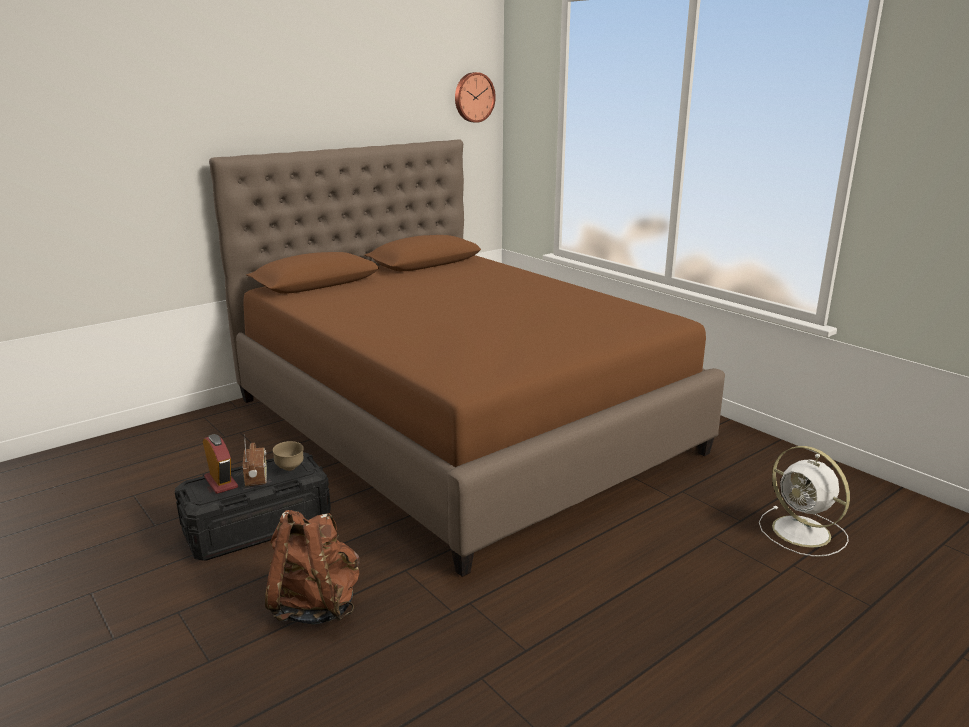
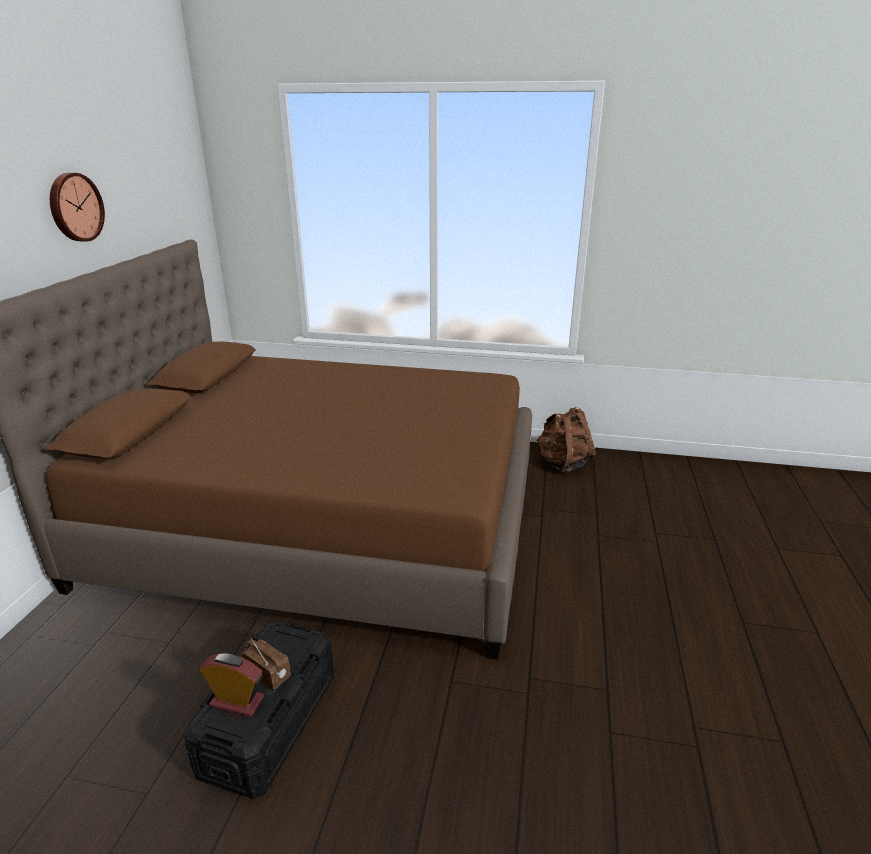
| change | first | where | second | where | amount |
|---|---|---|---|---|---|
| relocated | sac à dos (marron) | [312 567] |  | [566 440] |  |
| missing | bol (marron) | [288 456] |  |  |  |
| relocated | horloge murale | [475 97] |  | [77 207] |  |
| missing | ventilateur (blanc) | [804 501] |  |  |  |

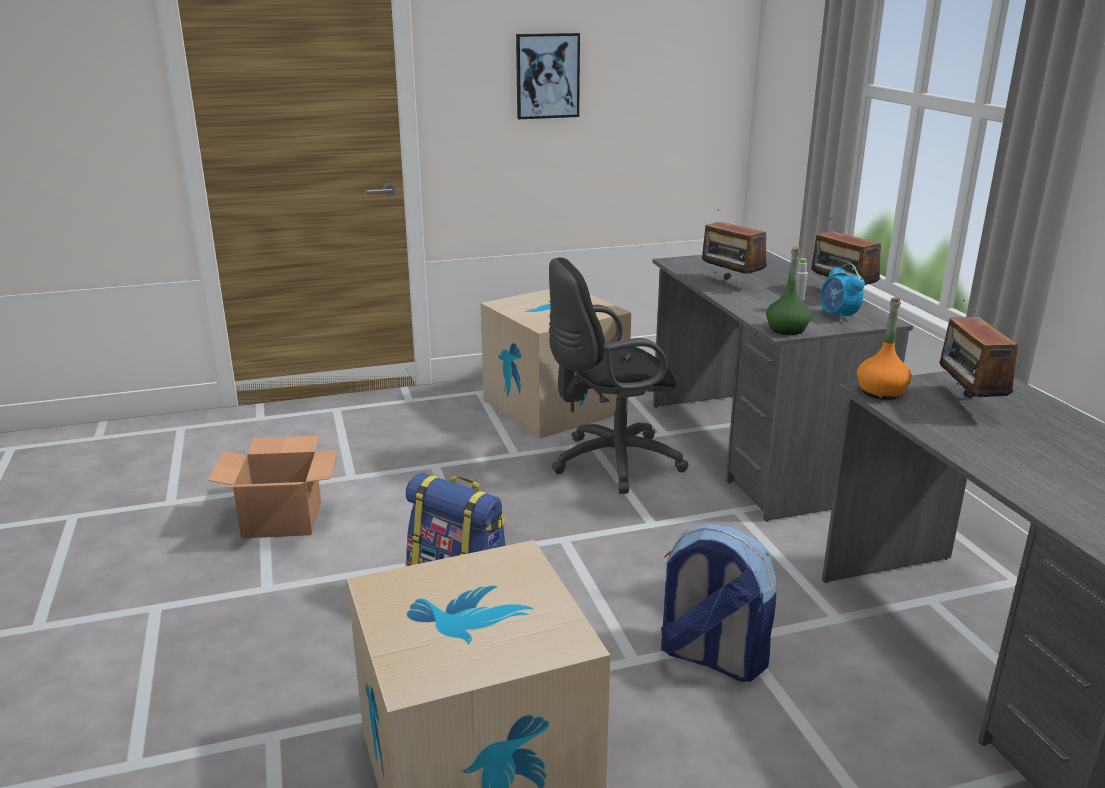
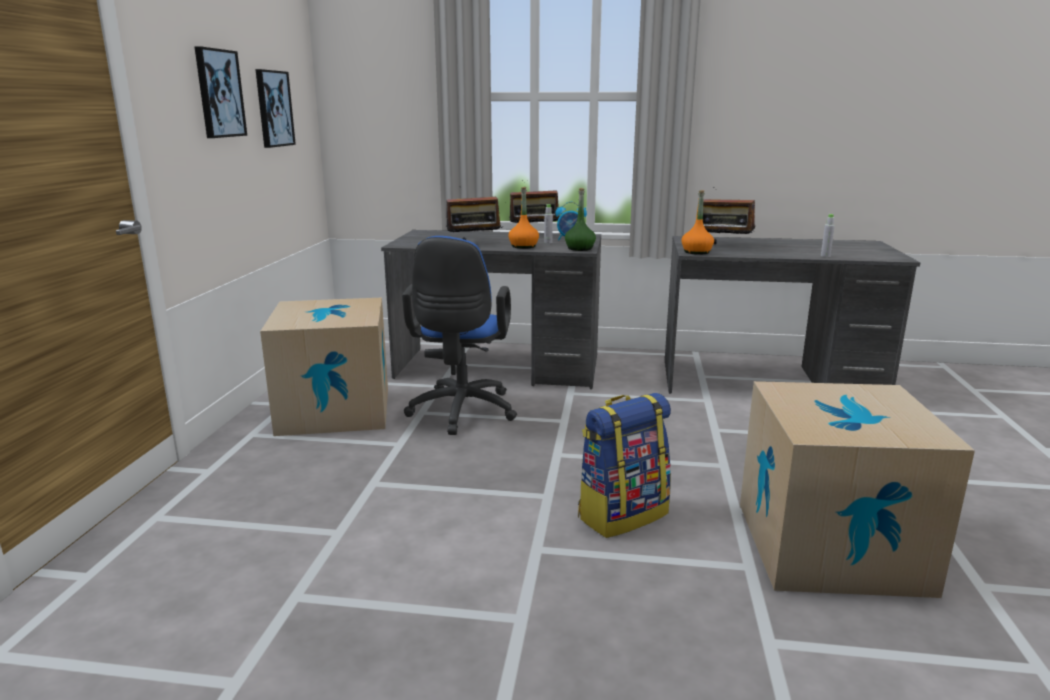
| change | first | where | second | where | amount |
|---|---|---|---|---|---|
| missing | carton | [273 487] |  |  |  |
| colour | chaise de bureau (noir) | [618 375] | chaise de bureau (bleu) | [459 335] |  |
| missing | sac à dos | [718 603] |  |  |  |
| appeared |  |  | tableau | [275 108] |  |
| appeared |  |  | bouteille (orange) | [524 218] |  |
| appeared |  |  | bouteille (gris) | [828 235] |  |

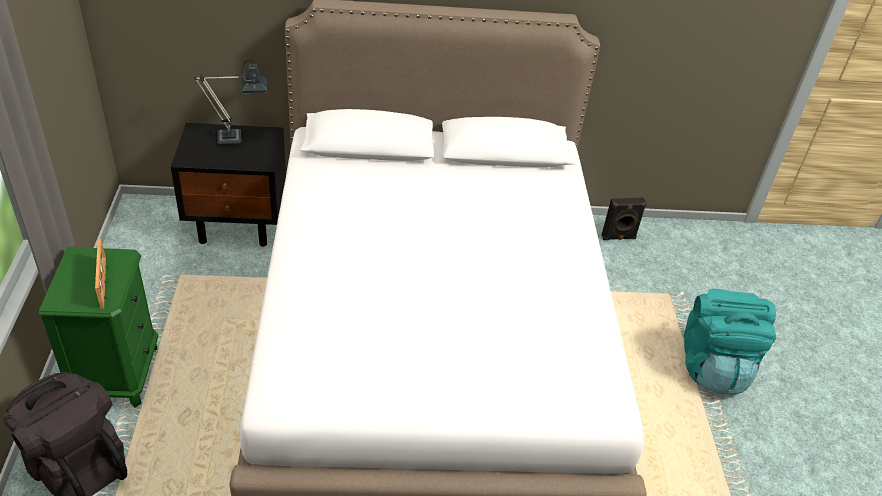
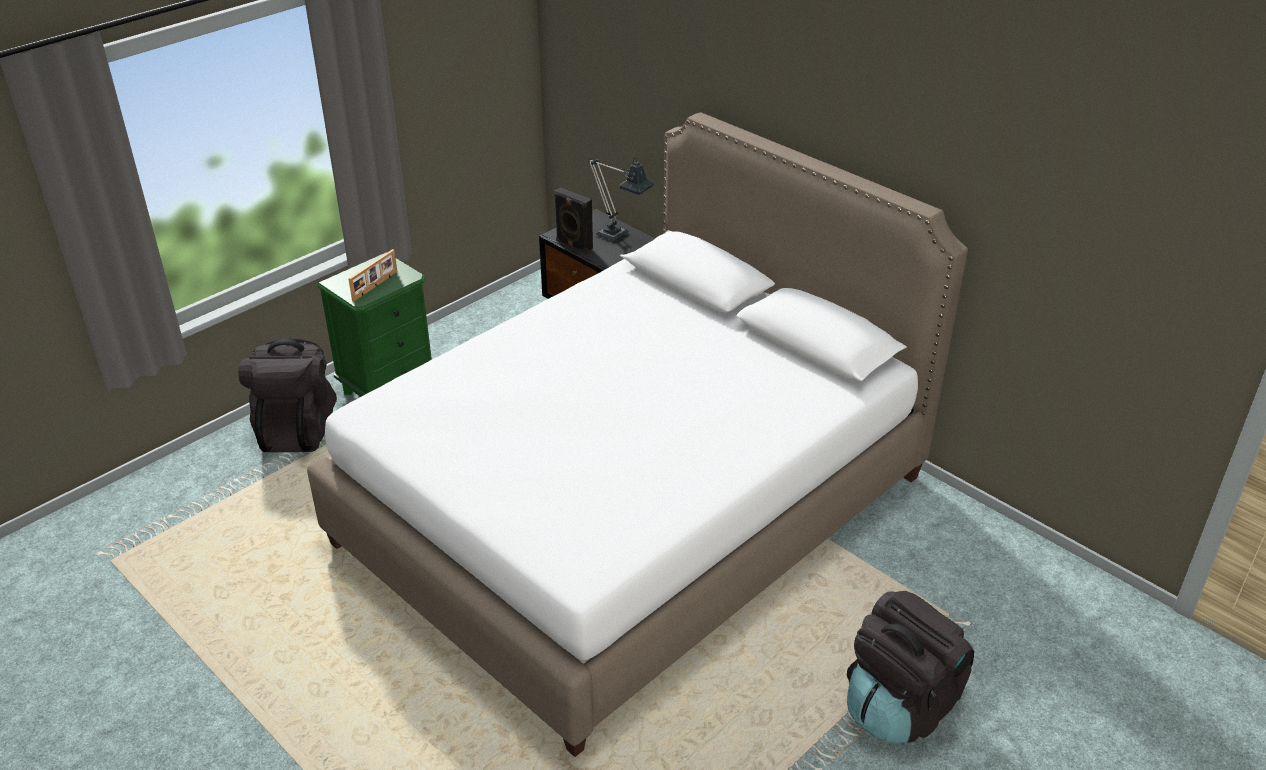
| change | first | where | second | where | amount |
|---|---|---|---|---|---|
| relocated | enceinte (noir) | [624 219] |  | [573 220] |  |
| colour | sac à dos (turquoise) | [730 341] | sac à dos (noir) | [910 667] |  |

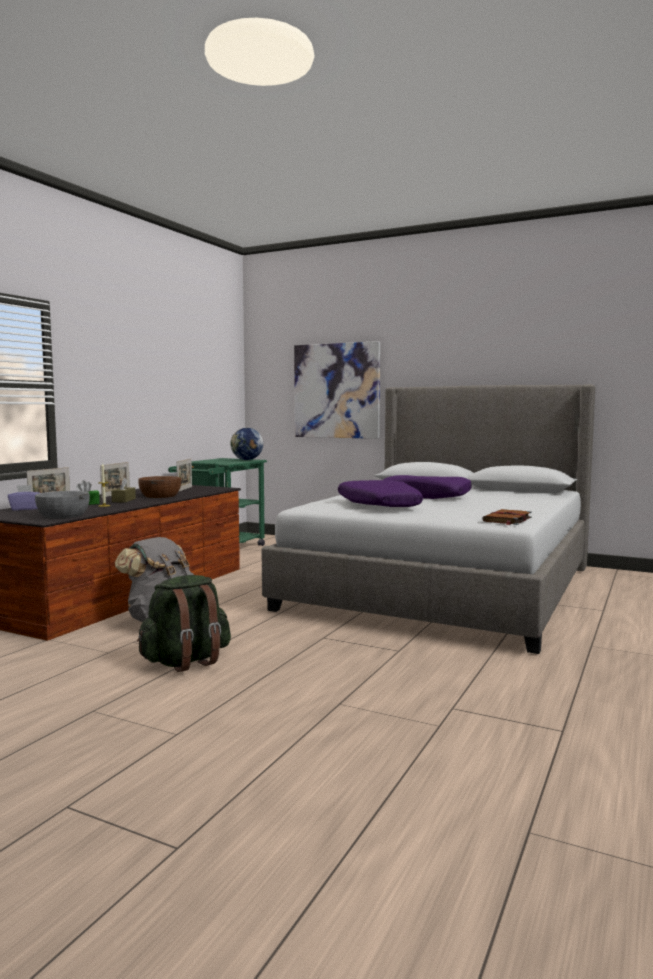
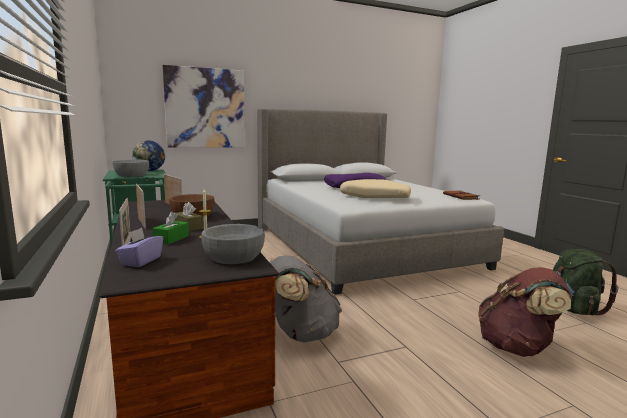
| change | first | where | second | where | amount |
|---|---|---|---|---|---|
| relocated | sac à dos (vert) | [184 623] |  | [585 282] |  |
| colour | coussin (violet) | [380 493] | coussin (beige) | [375 188] |  |
| appeared |  |  | bol (gris) | [131 168] |  |
| appeared |  |  | sac à dos (marron) | [525 312] |  |

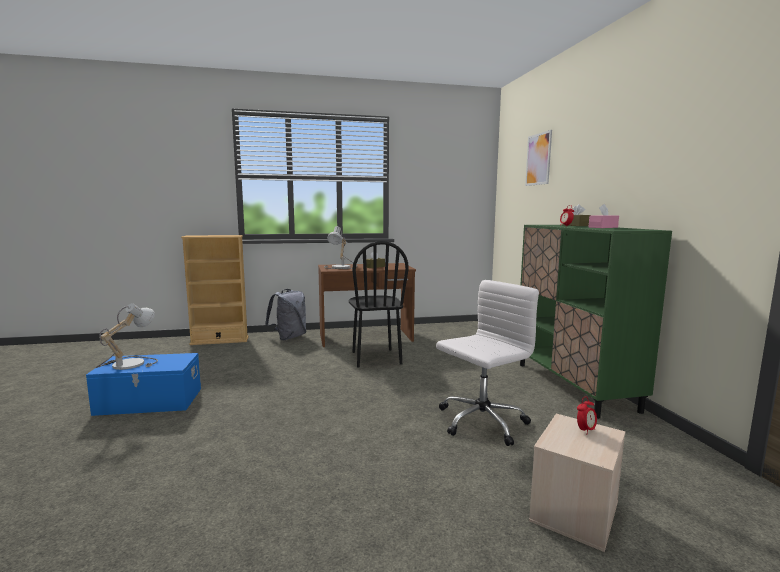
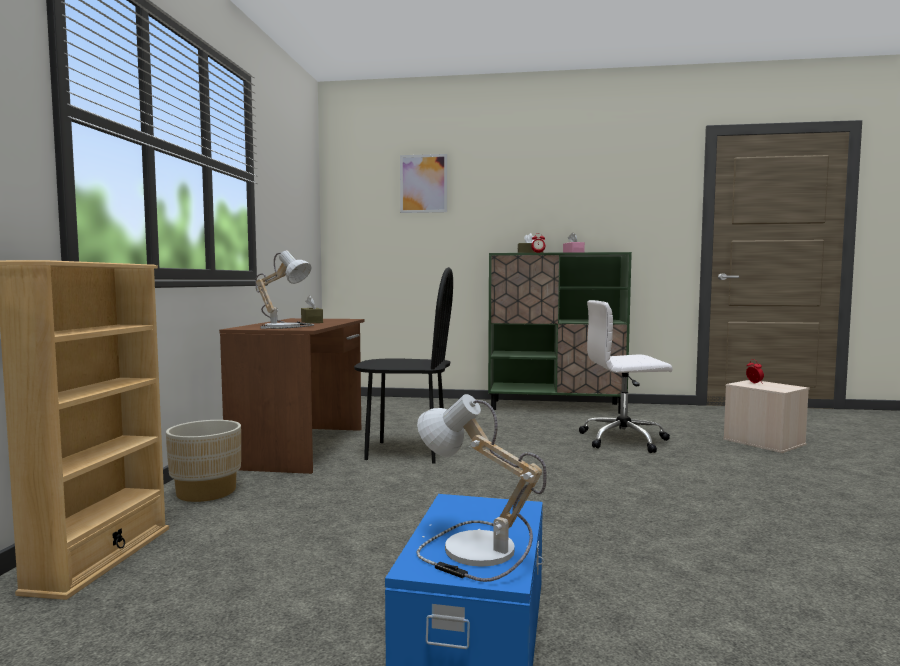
| change | first | where | second | where | amount |
|---|---|---|---|---|---|
| exchanged | sac à dos (gris) | [285 314] | cache-pot (beige) | [203 461] |  |
| spun | chaise de bureau (blanc) | [487 363] |  | [625 376] | 75 degrees counterclockwise |

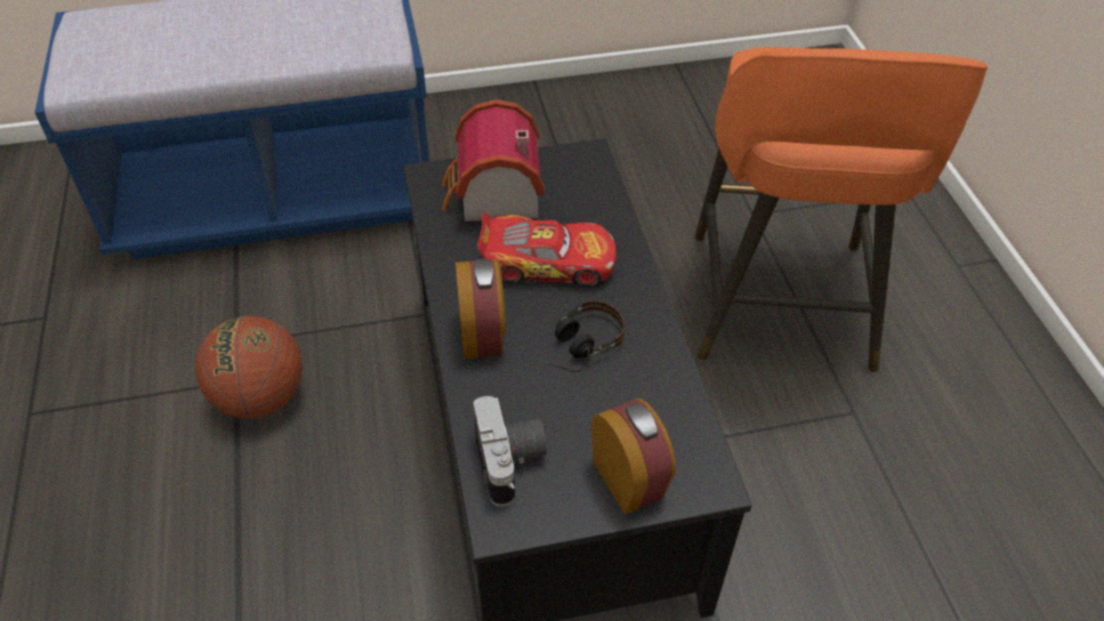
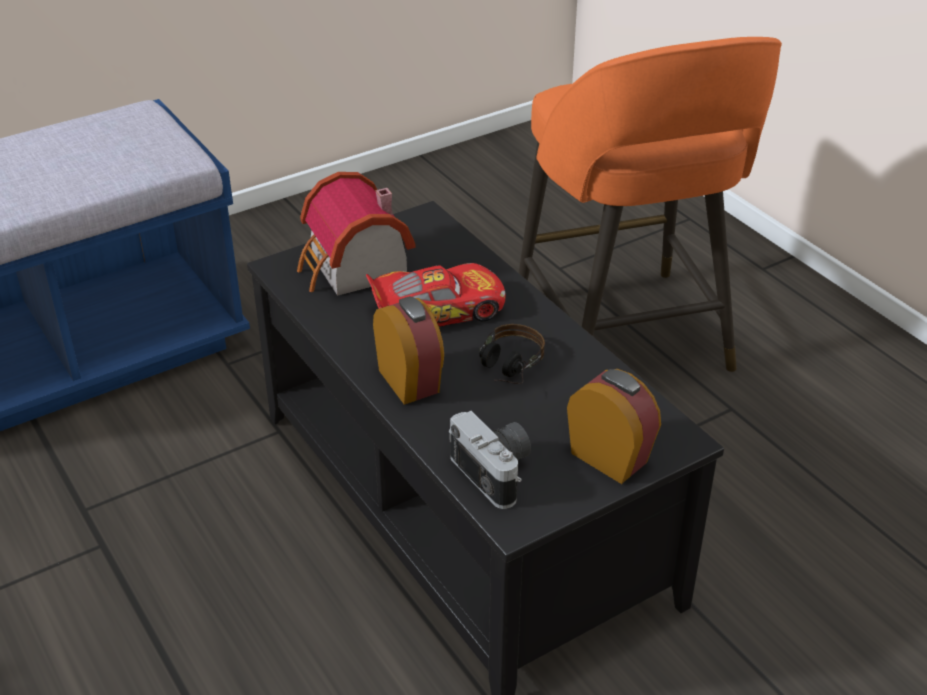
| change | first | where | second | where | amount |
|---|---|---|---|---|---|
| missing | ballon de basket | [248 367] |  |  |  |

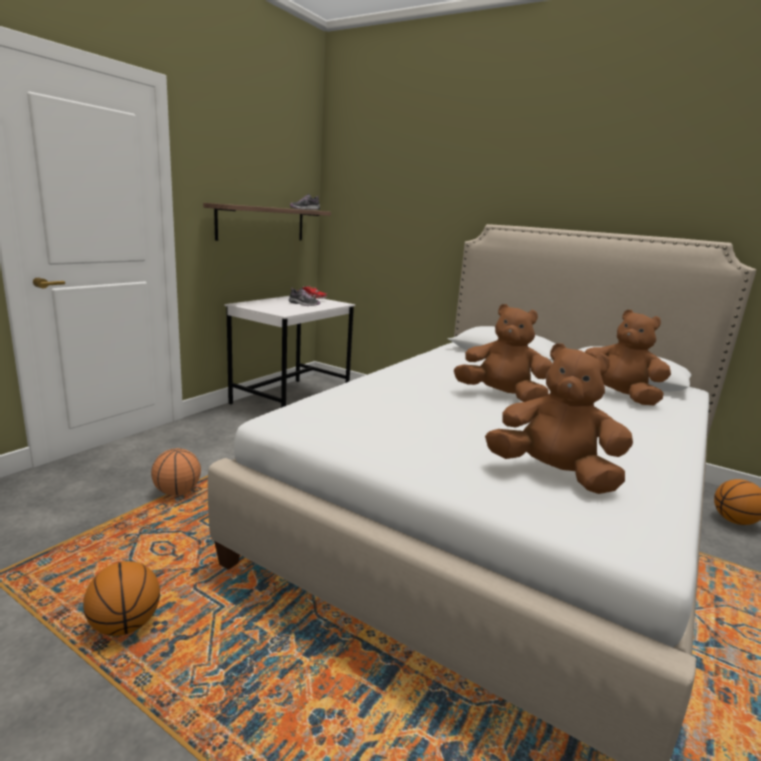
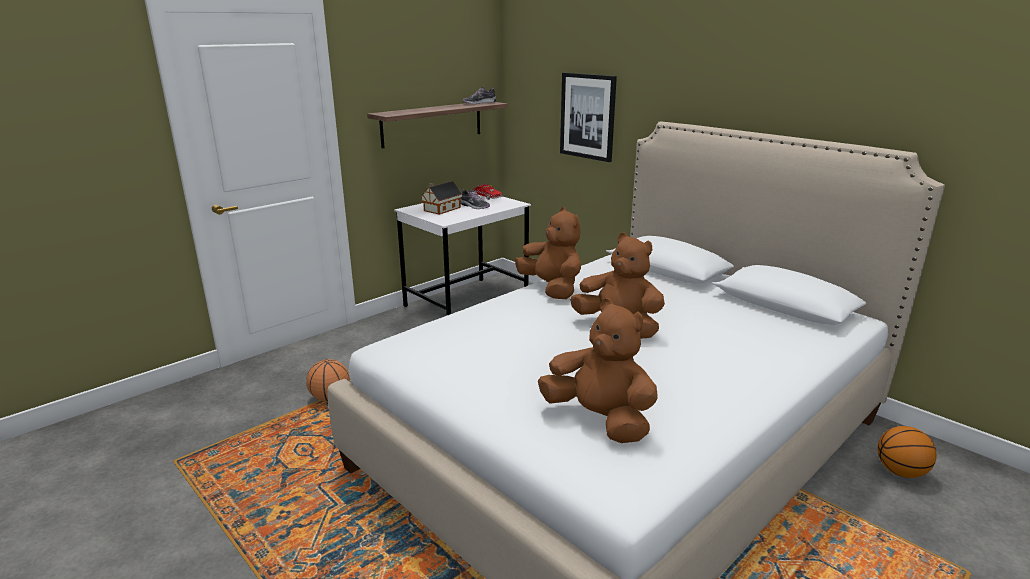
| change | first | where | second | where | amount |
|---|---|---|---|---|---|
| missing | ballon de basket | [121 598] |  |  |  |
| relocated | peluche (marron) | [628 357] |  | [548 253] |  |
| appeared |  |  | maison miniature | [441 198] |  |
| appeared |  |  | tableau | [588 117] |  |

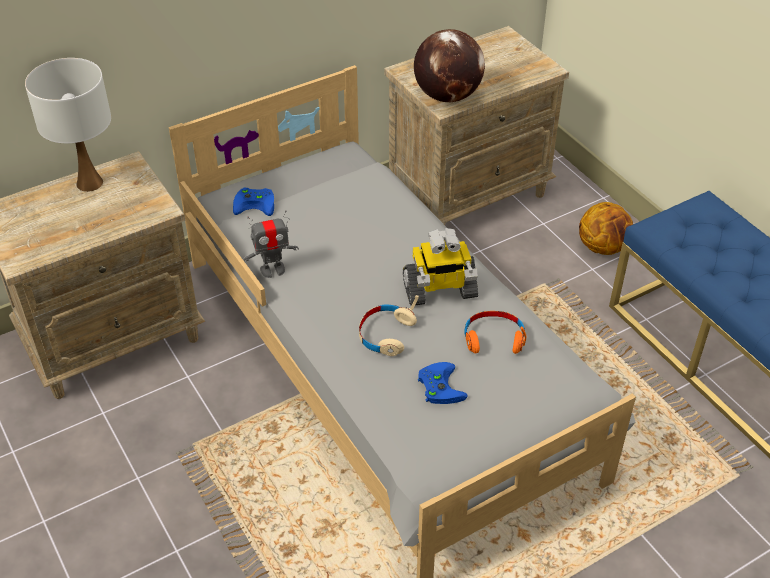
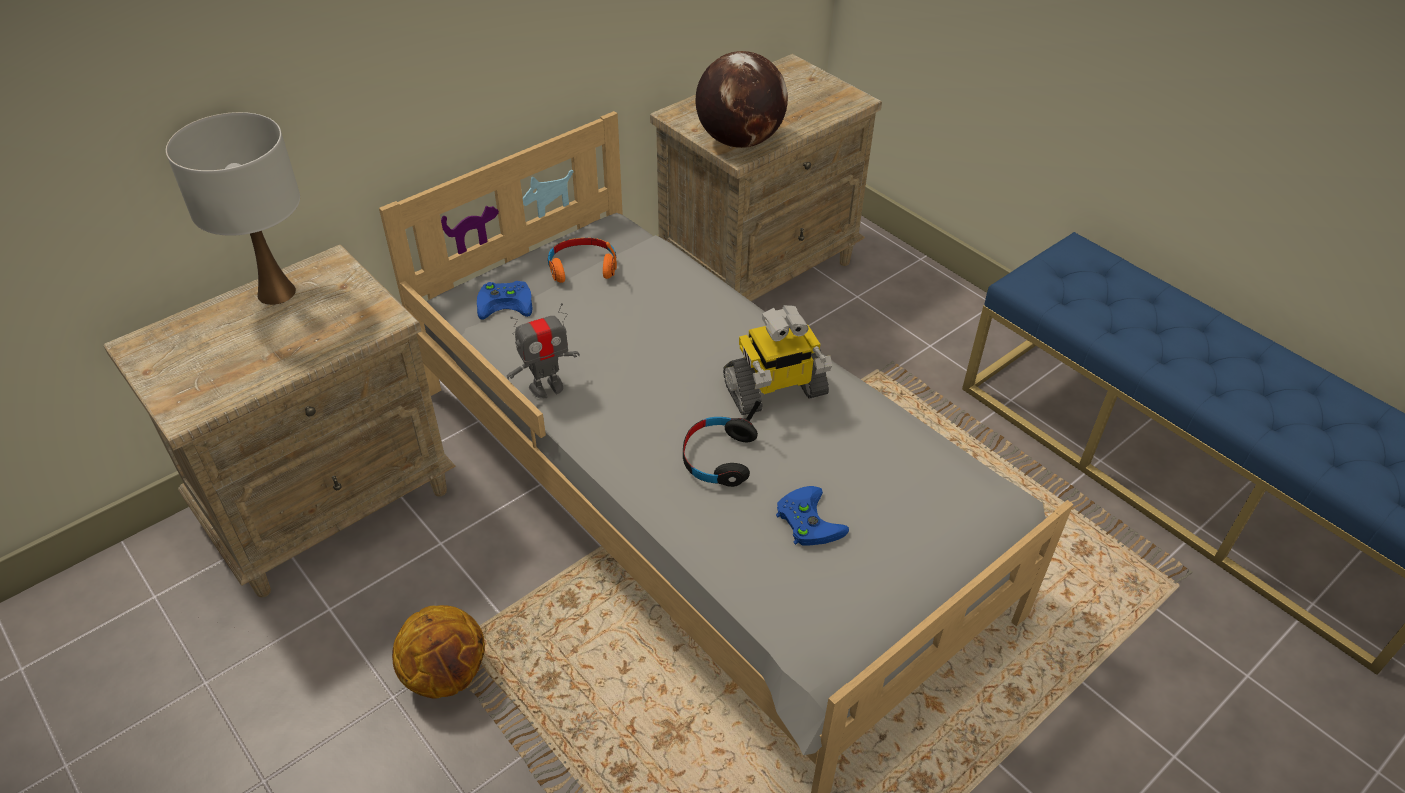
| change | first | where | second | where | amount |
|---|---|---|---|---|---|
| colour | casque audio (beige) | [389 325] | casque audio (noir) | [722 443] |  |
| relocated | casque audio (orange) | [495 332] |  | [582 260] |  |
| relocated | ballon de basket | [606 228] |  | [438 652] |  |

